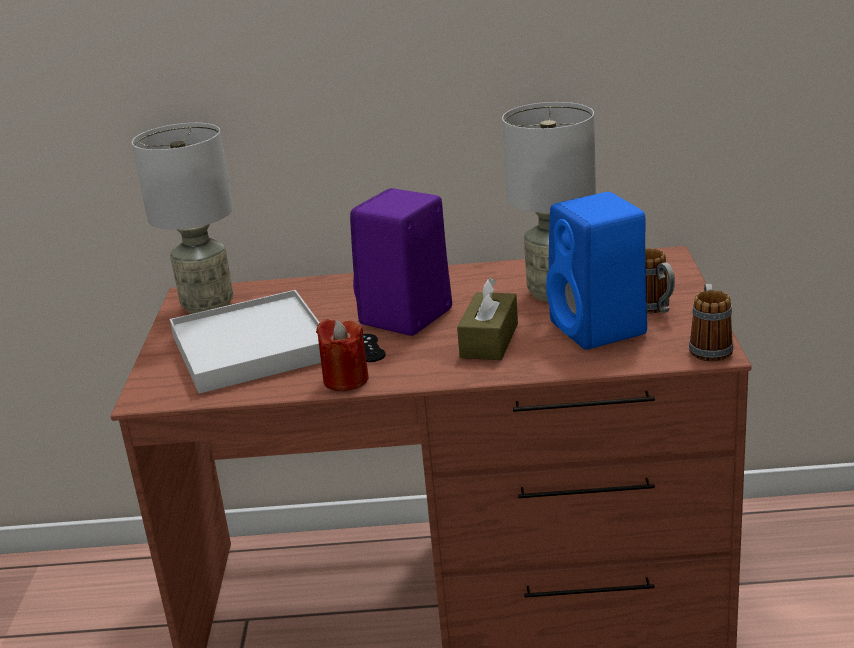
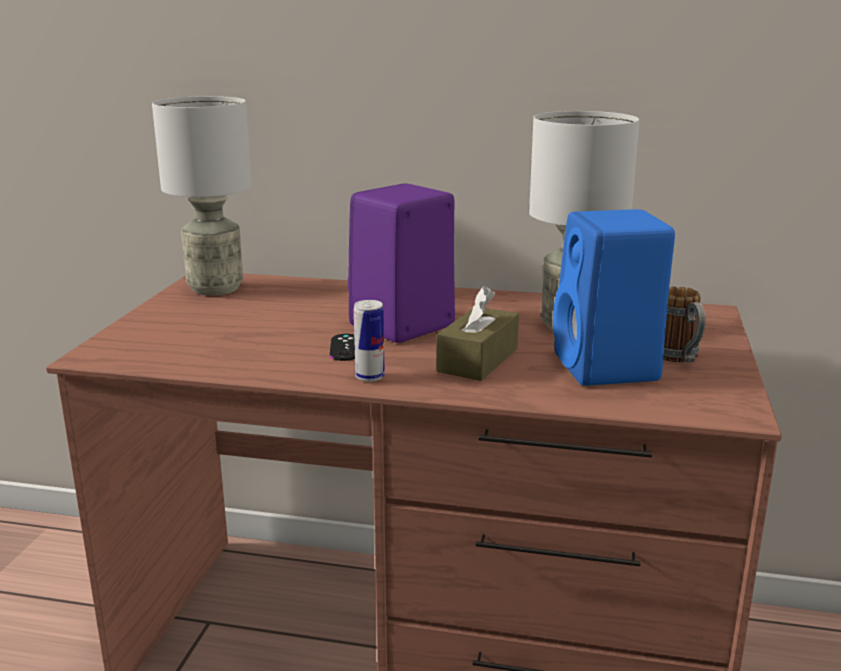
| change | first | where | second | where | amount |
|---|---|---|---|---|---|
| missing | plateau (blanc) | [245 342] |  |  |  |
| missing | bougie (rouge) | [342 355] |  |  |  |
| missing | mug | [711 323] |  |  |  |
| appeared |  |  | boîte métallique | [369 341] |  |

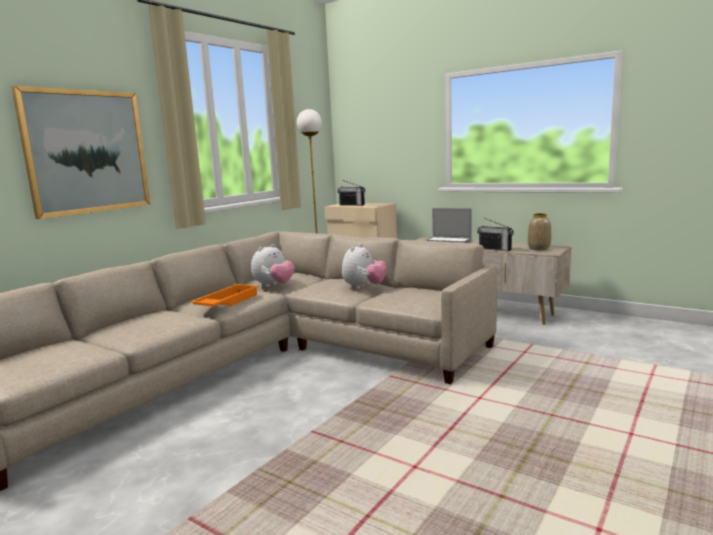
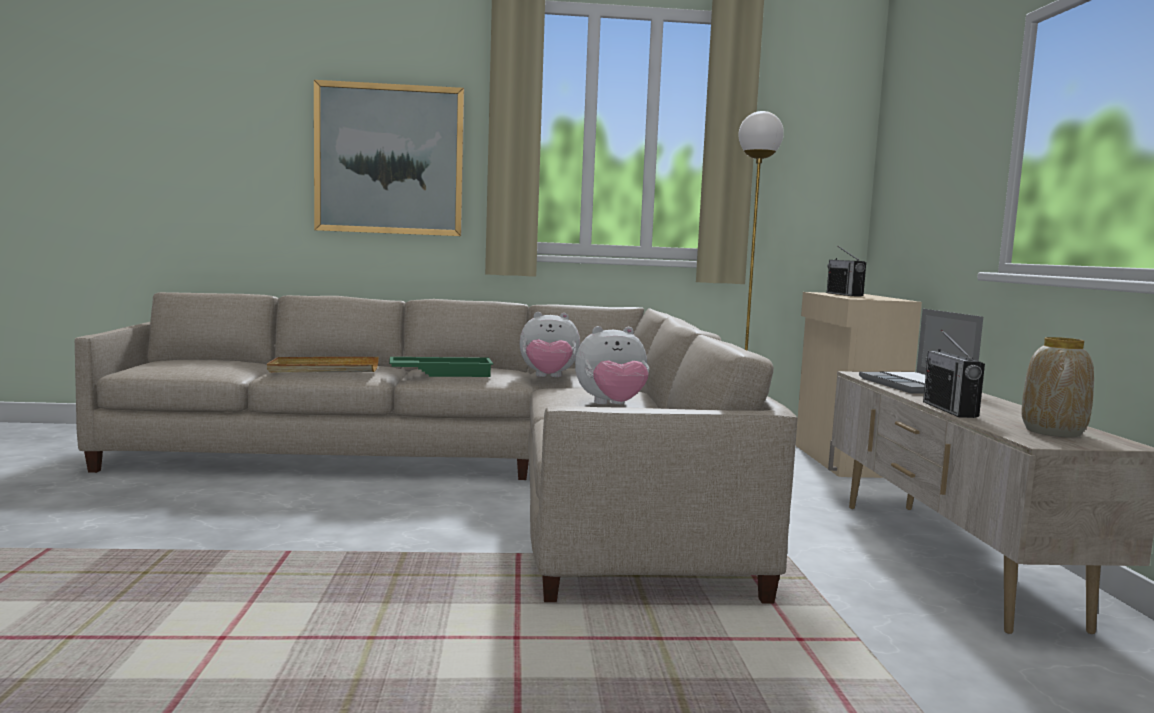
| change | first | where | second | where | amount |
|---|---|---|---|---|---|
| colour | plateau (orange) | [224 295] | plateau (vert) | [441 367] |  |
| appeared |  |  | plateau (beige) | [323 365] |  |

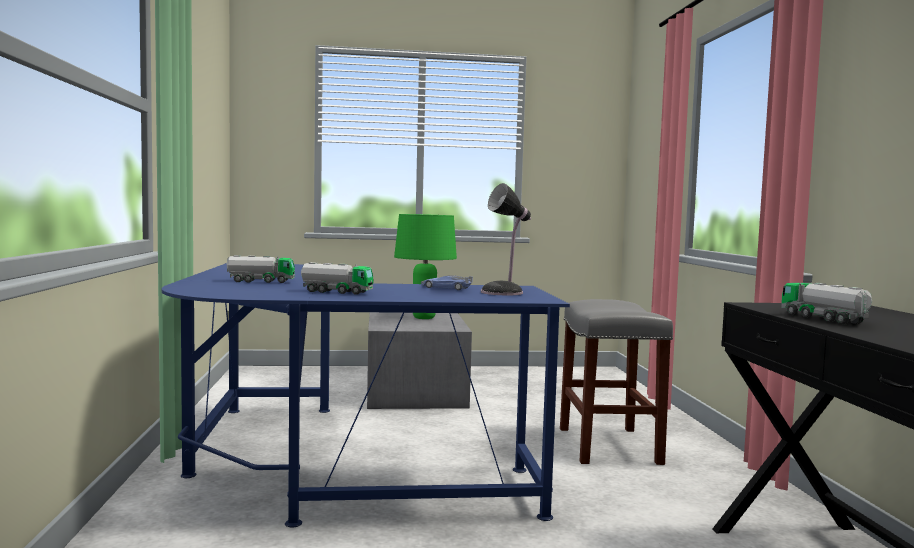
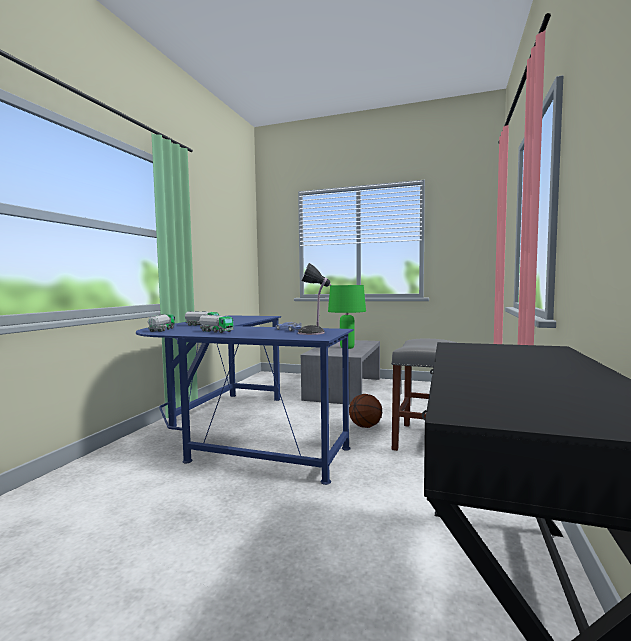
| change | first | where | second | where | amount |
|---|---|---|---|---|---|
| relocated | camion jouet | [826 303] |  | [161 323] |  |
| appeared |  |  | ballon de basket | [365 411] |  |

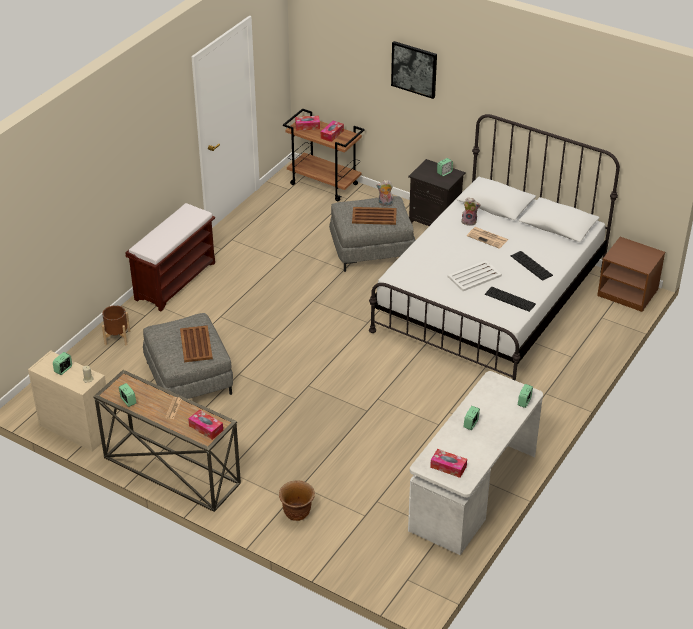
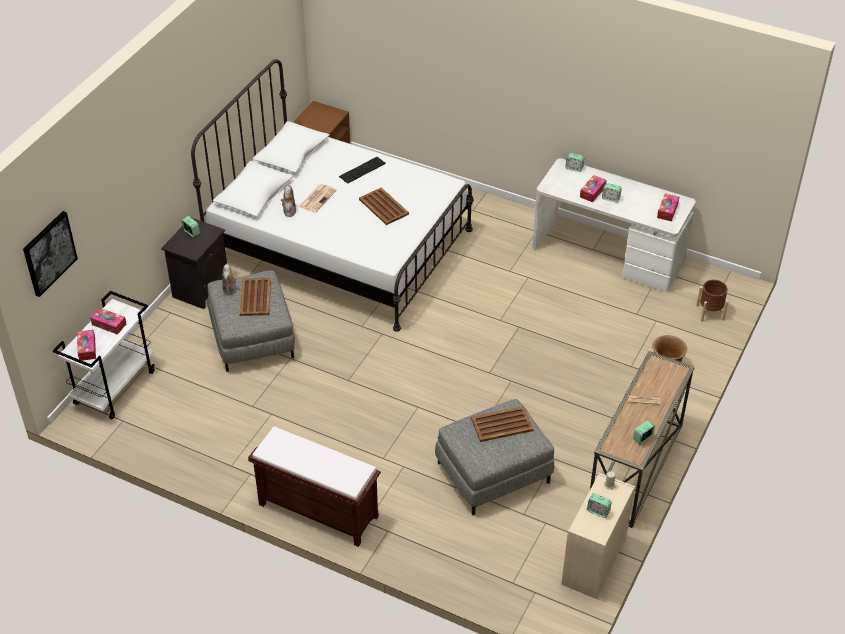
| change | first | where | second | where | amount |
|---|---|---|---|---|---|
| relocated | cache-pot (marron) | [116 325] |  | [712 301] |  |
| relocated | boîte à mouchoirs | [205 424] |  | [593 188] |  |
| colour | chariot (marron) | [323 154] | chariot (blanc) | [104 355] |  |
| relocated | tableau | [414 70] |  | [50 254] |  |
| colour | plateau (blanc) | [475 275] | plateau (marron) | [384 206] |  |
| missing | clavier | [510 299] |  |  |  |

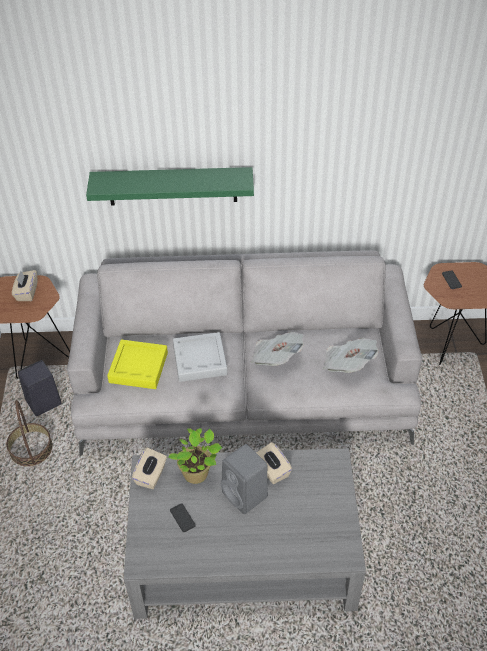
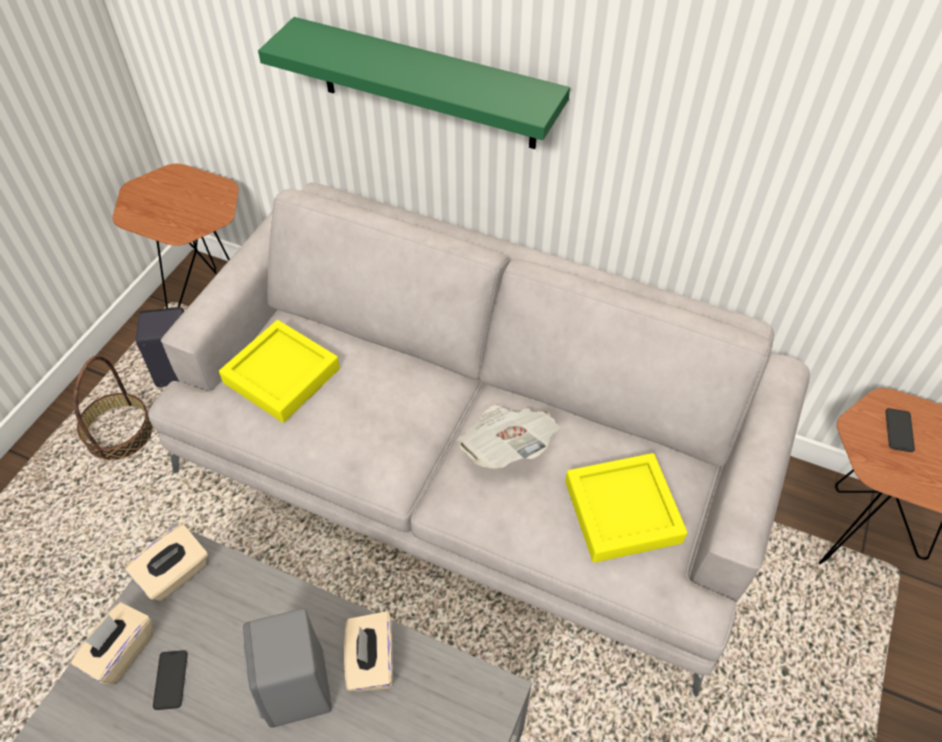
| change | first | where | second | where | amount |
|---|---|---|---|---|---|
| relocated | boîte à mouchoirs (beige) | [24 285] |  | [112 643] |  |
| missing | plante en pot | [195 456] |  |  |  |
| missing | plateau (gris) | [200 357] |  |  |  |
| exchanged | journal | [351 355] | plateau (jaune) | [626 508] |  |

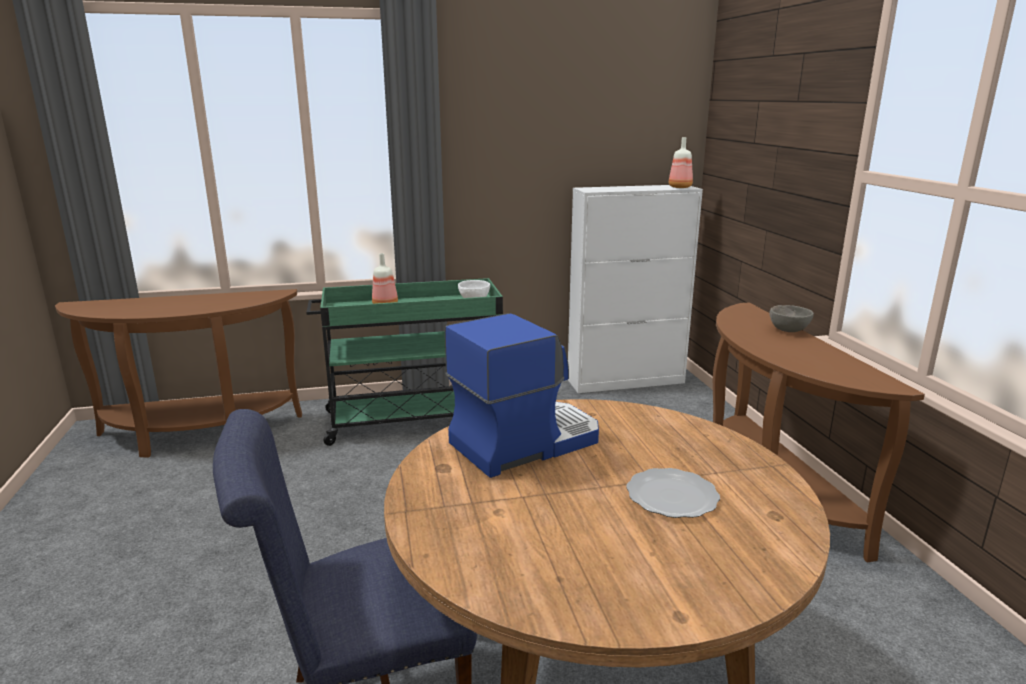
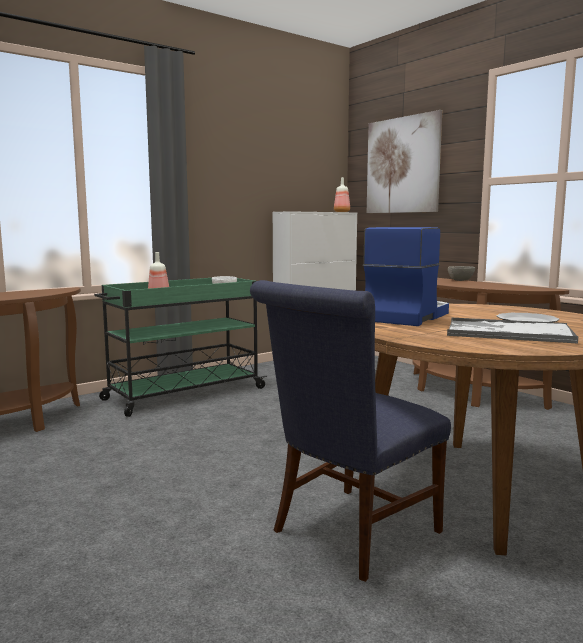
| change | first | where | second | where | amount |
|---|---|---|---|---|---|
| appeared |  |  | tableau | [404 161] |  |
| appeared |  |  | plateau | [512 330] |  |

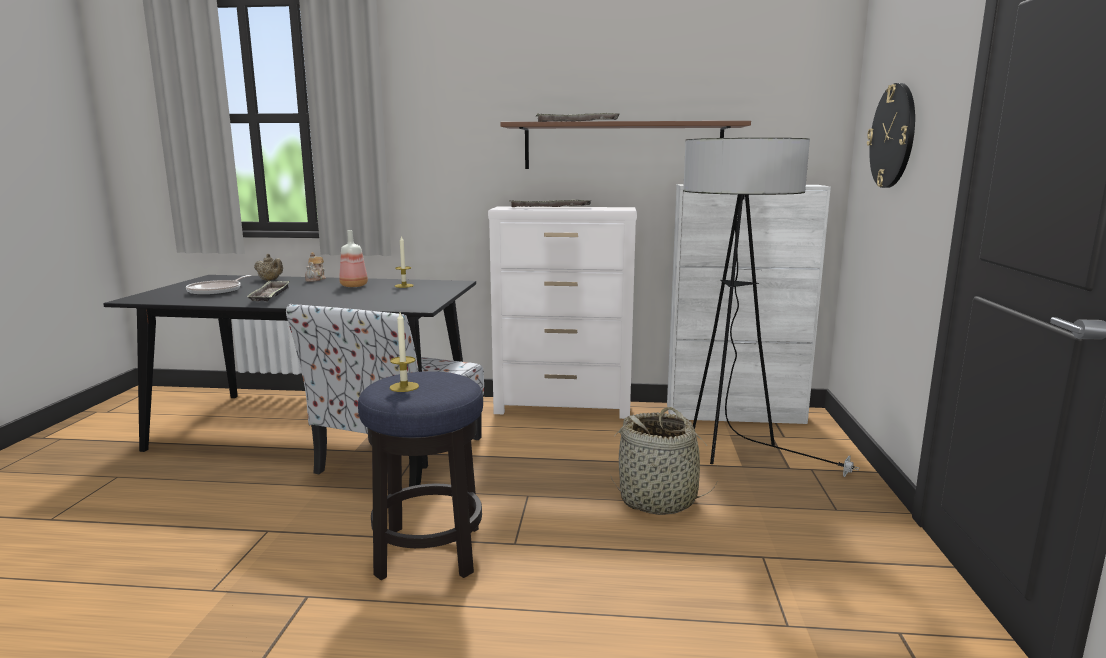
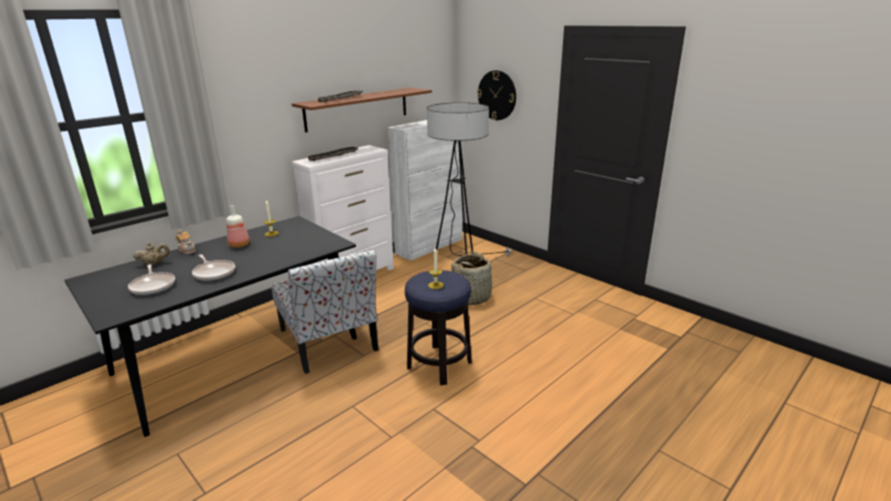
| change | first | where | second | where | amount |
|---|---|---|---|---|---|
| exchanged | plateau | [268 291] | poêle | [213 267] |  |

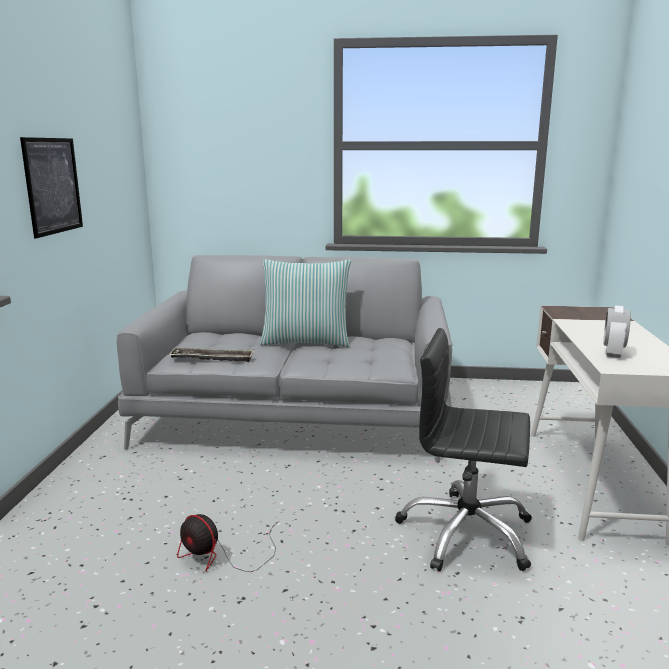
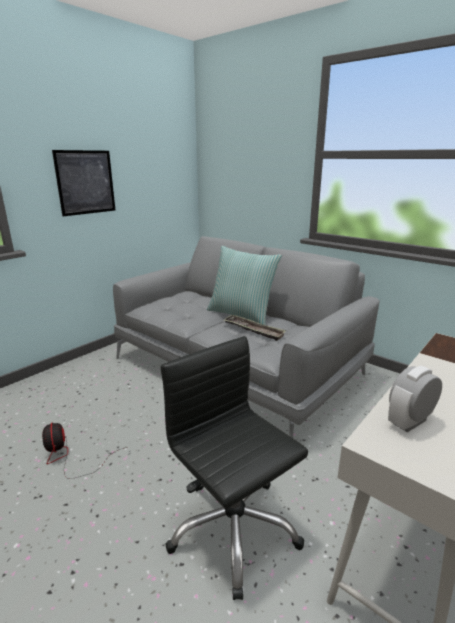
| change | first | where | second | where | amount |
|---|---|---|---|---|---|
| relocated | plateau | [211 354] |  | [255 328] |  |

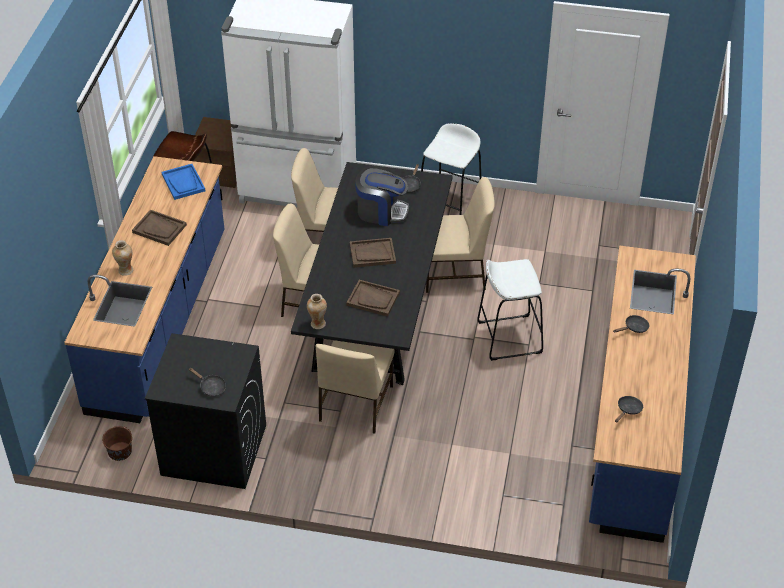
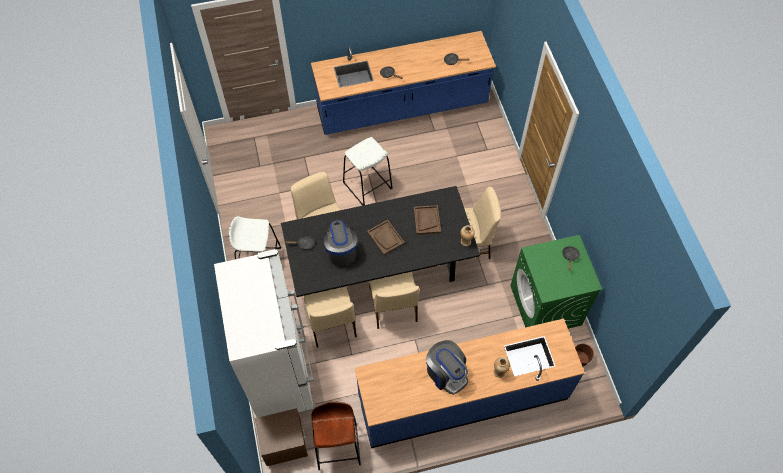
| change | first | where | second | where | amount |
|---|---|---|---|---|---|
| exchanged | plateau (marron) | [159 228] | machine à café | [447 367] |  |
| colour | lave-linge (noir) | [205 411] | lave-linge (vert) | [556 282] |  |
| missing | plateau (bleu) | [183 182] |  |  |  |

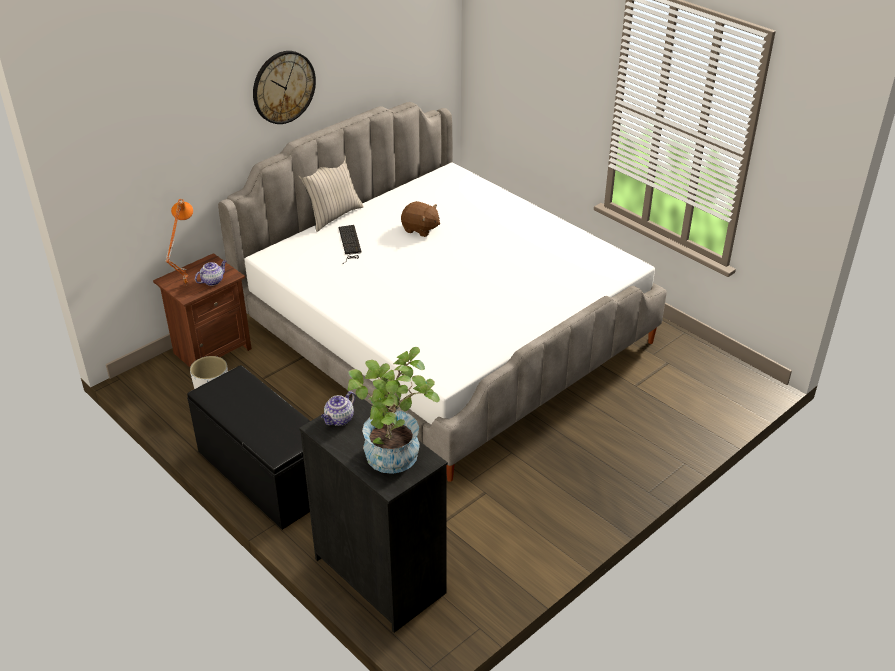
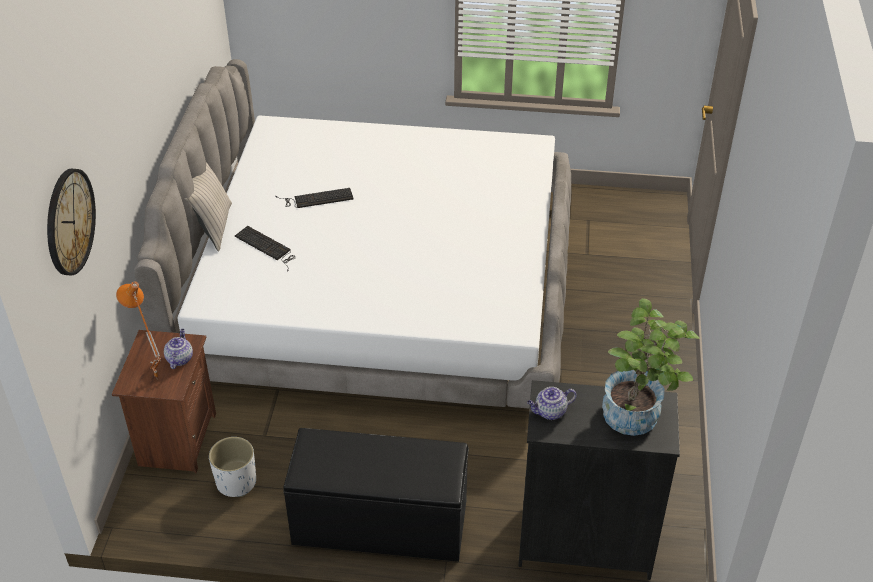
| change | first | where | second | where | amount |
|---|---|---|---|---|---|
| relocated | horloge murale | [284 87] |  | [71 222] |  |
| spun | théière | [338 408] |  | [552 403] | 75 degrees clockwise |
| exchanged | peluche (marron) | [420 219] | clavier | [314 198] |  |

